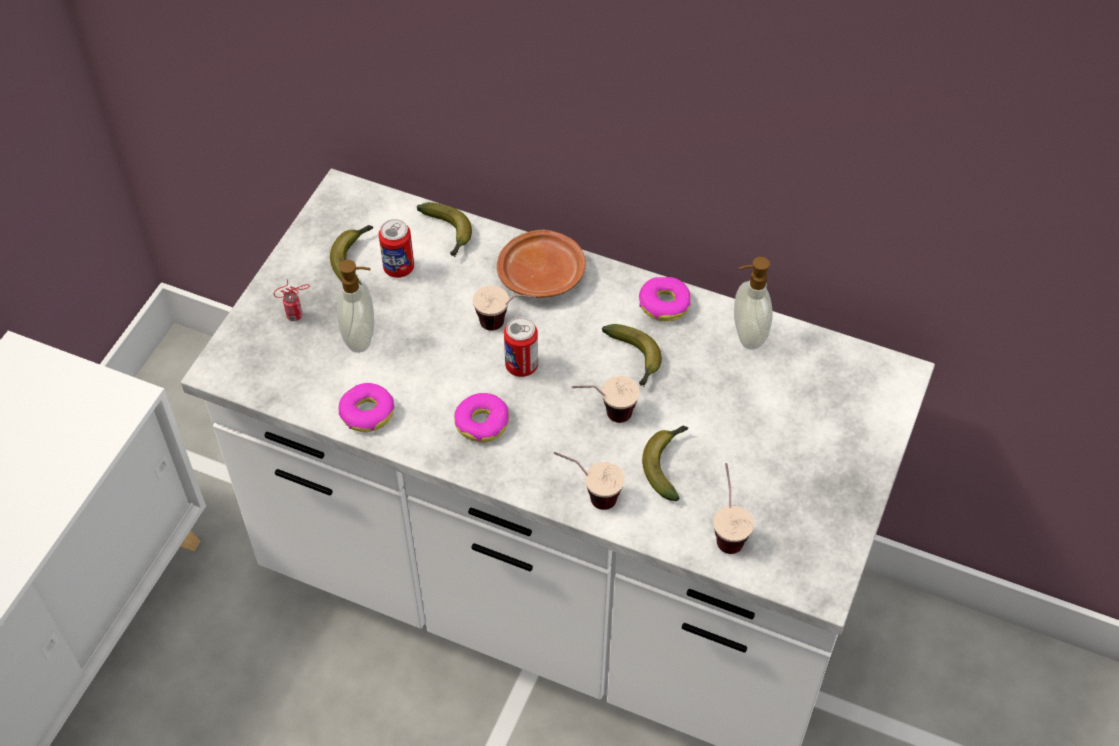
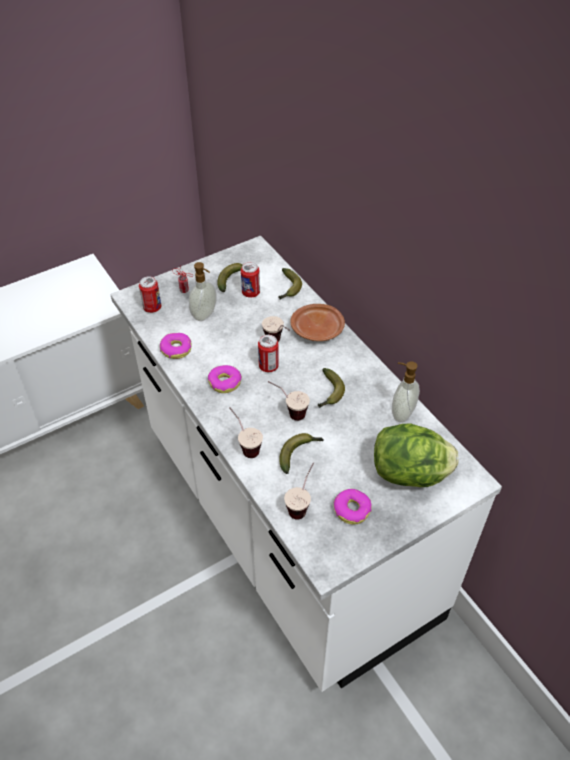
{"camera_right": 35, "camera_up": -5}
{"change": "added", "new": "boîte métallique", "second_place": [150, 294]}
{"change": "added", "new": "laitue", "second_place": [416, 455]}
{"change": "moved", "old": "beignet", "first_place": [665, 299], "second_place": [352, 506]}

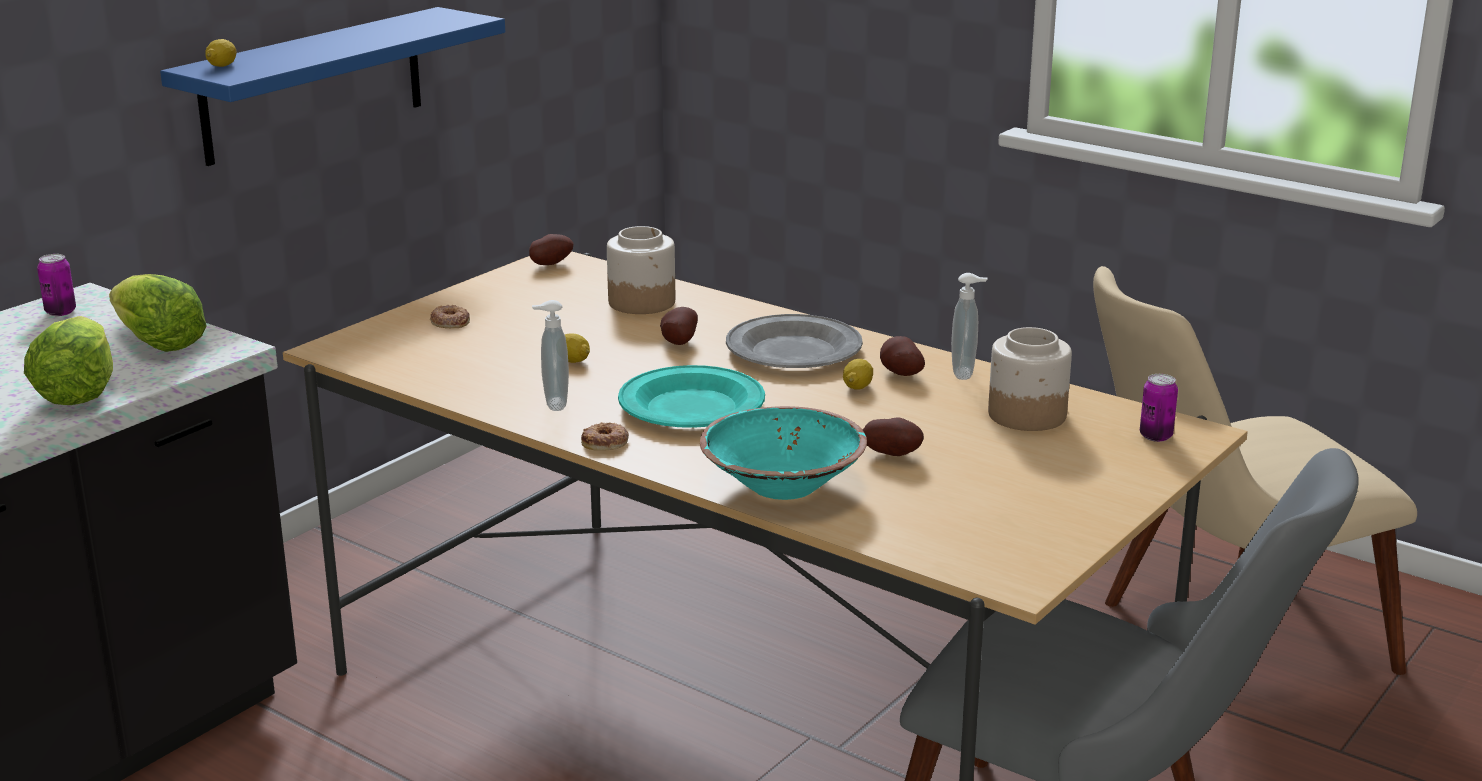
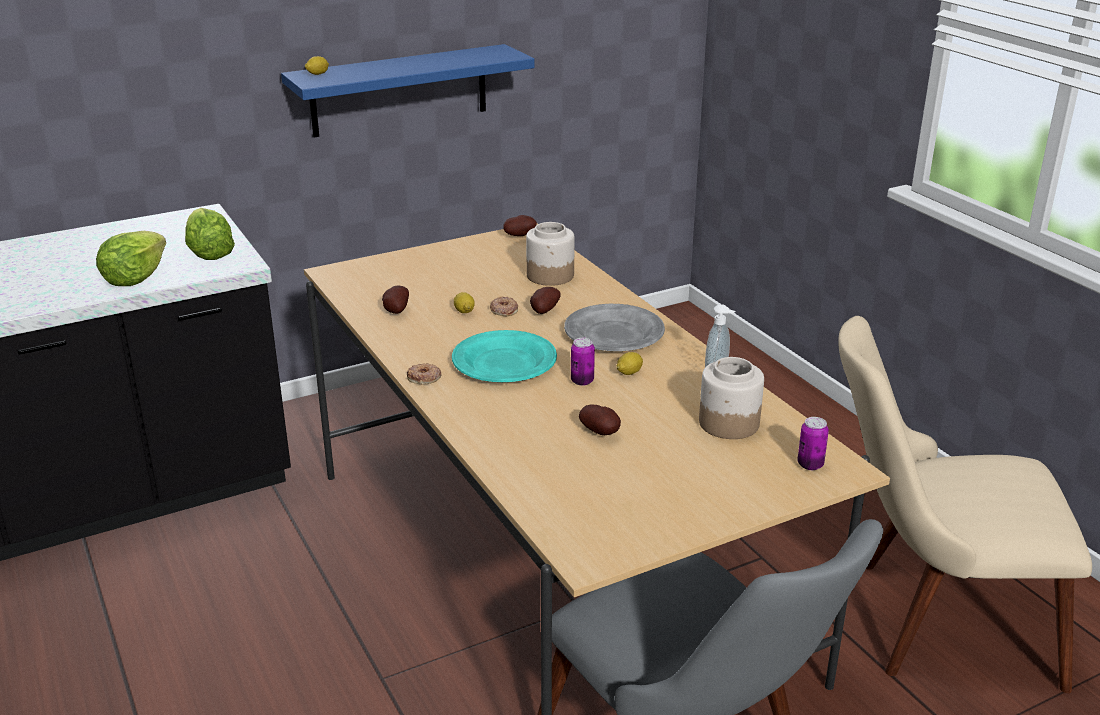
{"camera_right": 25, "camera_up": 5}
{"change": "removed", "old": "distributeur de savon", "first_place": [550, 355]}
{"change": "removed", "old": "bol [turquoise]", "first_place": [783, 453]}
{"change": "moved", "old": "boîte métallique", "first_place": [56, 285], "second_place": [583, 362]}
{"change": "moved", "old": "beignet", "first_place": [450, 316], "second_place": [504, 306]}
{"change": "moved", "old": "pomme de terre", "first_place": [902, 356], "second_place": [395, 300]}

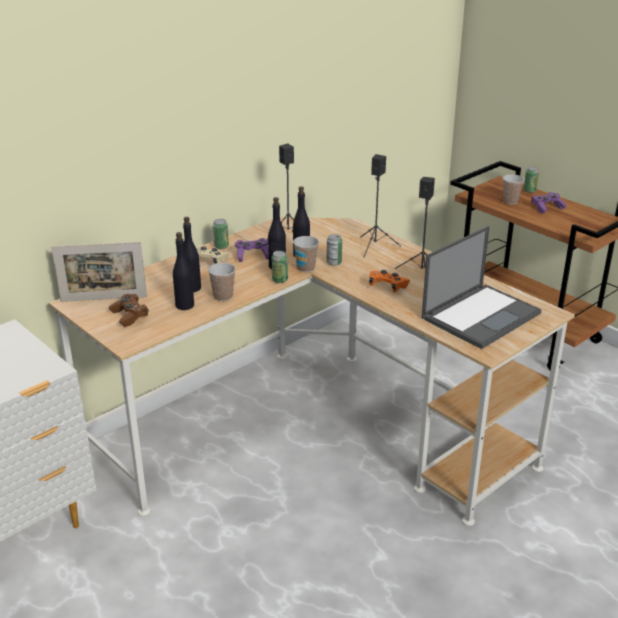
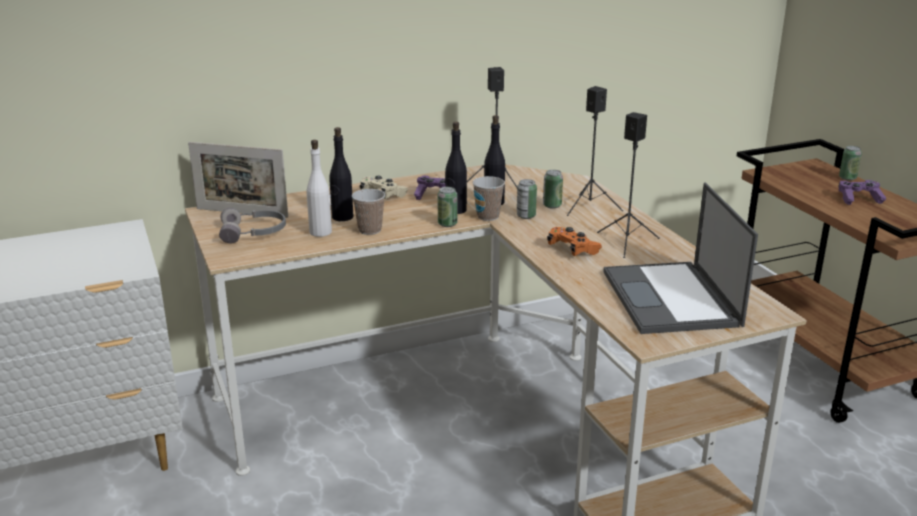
{"camera_right": 20, "camera_up": -5}
{"change": "removed", "old": "tasse", "first_place": [514, 189]}
{"change": "moved", "old": "boîte métallique", "first_place": [221, 234], "second_place": [553, 189]}
{"change": "replaced", "old": "manette [marron]", "new": "casque audio [gris]", "first_place": [128, 310], "second_place": [252, 225]}
{"change": "recoloured", "old": "bouteille [noir]", "new": "bouteille [blanc]", "first_place": [183, 271], "second_place": [319, 188]}
{"change": "turned", "old": "ordinateur portable", "first_place": [482, 287], "second_place": [680, 258], "degrees": 105}

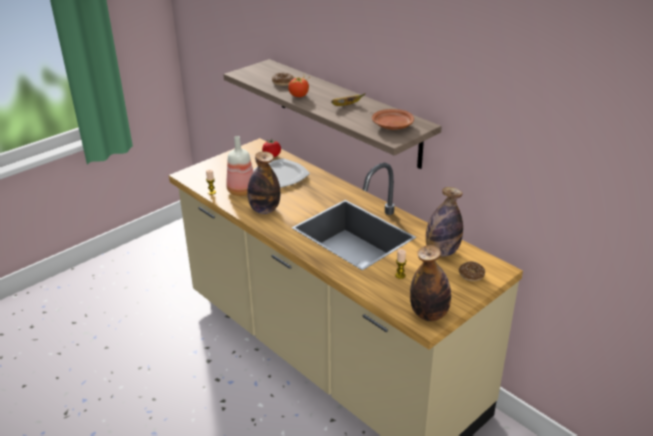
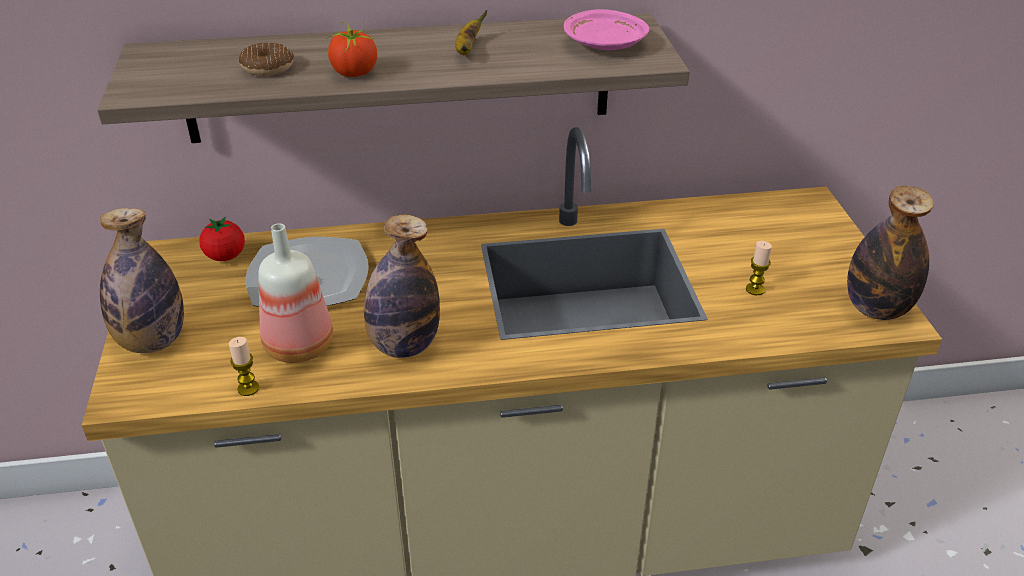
{"camera_right": -55, "camera_up": 5}
{"change": "removed", "old": "beignet", "first_place": [472, 271]}
{"change": "moved", "old": "bouteille", "first_place": [444, 222], "second_place": [142, 280]}
{"change": "recoloured", "old": "assiette [marron]", "new": "assiette [rose]", "first_place": [393, 119], "second_place": [606, 29]}

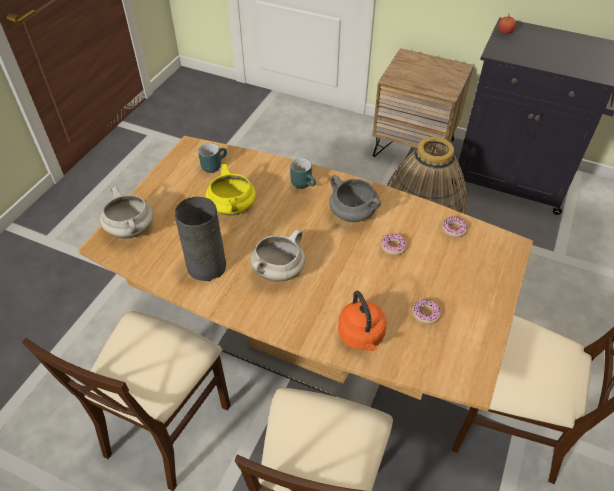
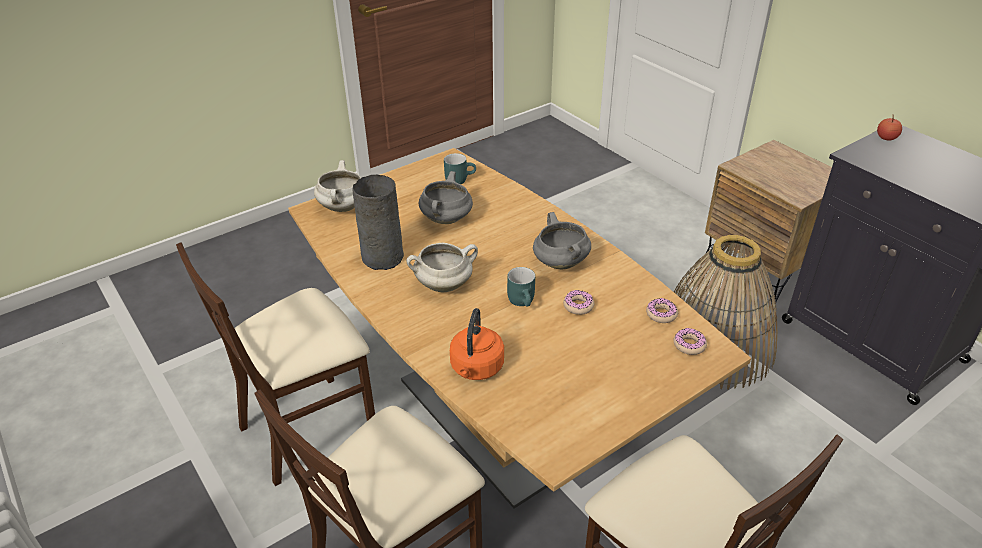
{"camera_right": 30, "camera_up": -10}
{"change": "moved", "old": "mug [turquoise]", "first_place": [303, 173], "second_place": [521, 287]}
{"change": "moved", "old": "beignet", "first_place": [426, 311], "second_place": [690, 341]}
{"change": "recoloured", "old": "marmite [jaune]", "new": "marmite [gris]", "first_place": [230, 189], "second_place": [446, 197]}

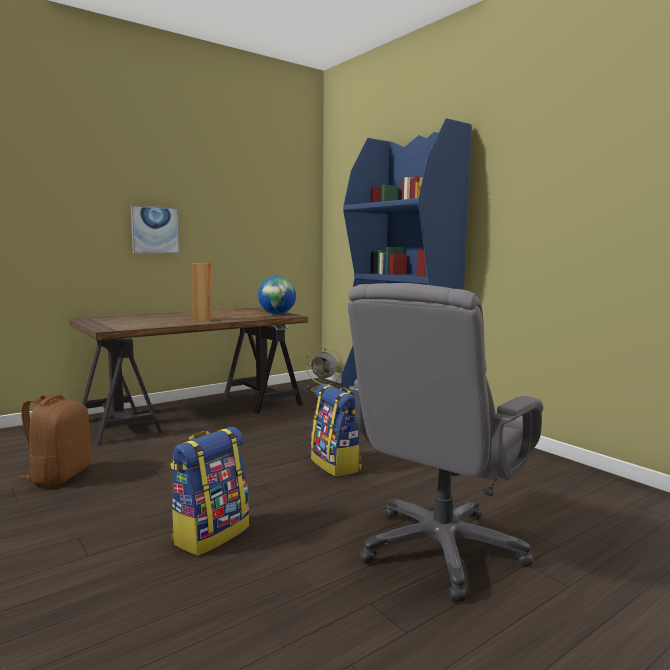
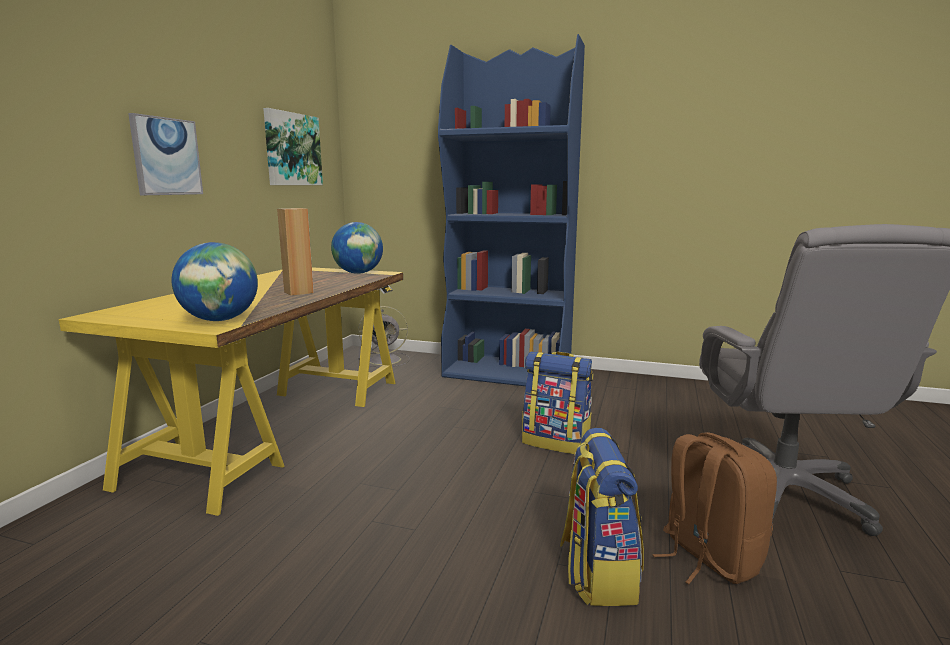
{"camera_right": -35, "camera_up": 5}
{"change": "added", "new": "globe", "second_place": [215, 281]}
{"change": "added", "new": "tableau", "second_place": [293, 146]}
{"change": "moved", "old": "sac à dos [marron]", "first_place": [54, 440], "second_place": [715, 508]}
{"change": "recoloured", "old": "bureau [marron]", "new": "bureau [jaune]", "first_place": [188, 376], "second_place": [231, 391]}

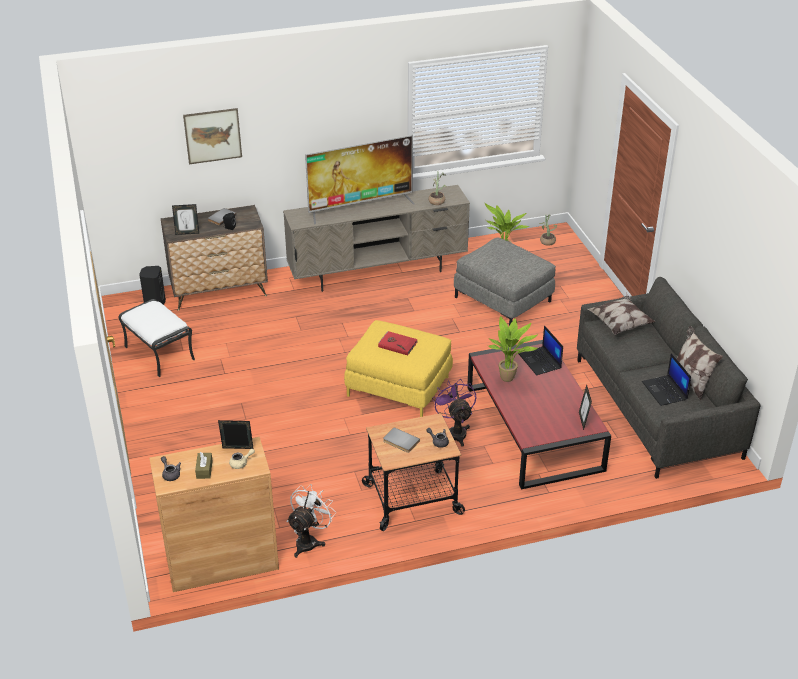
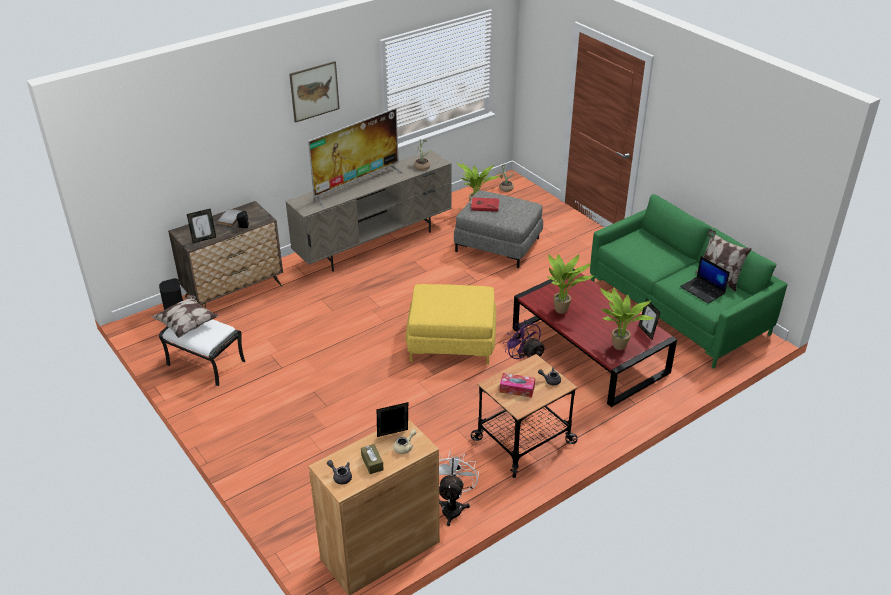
{"camera_right": -20, "camera_up": 0}
{"change": "removed", "old": "ordinateur portable", "first_place": [541, 350]}
{"change": "added", "new": "plante en pot", "second_place": [627, 319]}
{"change": "moved", "old": "tableau", "first_place": [212, 136], "second_place": [314, 92]}
{"change": "moved", "old": "livre [rouge]", "first_place": [398, 343], "second_place": [485, 204]}
{"change": "moved", "old": "coussin", "first_place": [621, 315], "second_place": [185, 316]}
{"change": "replaced", "old": "livre [gris]", "new": "boîte à mouchoirs", "first_place": [401, 440], "second_place": [517, 385]}
{"change": "recoloured", "old": "canapé [gris]", "new": "canapé [vert]", "first_place": [669, 378], "second_place": [689, 281]}

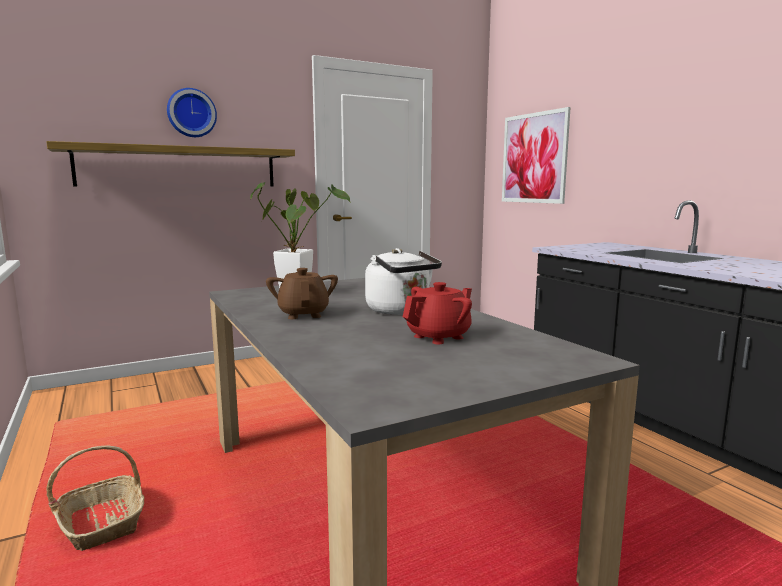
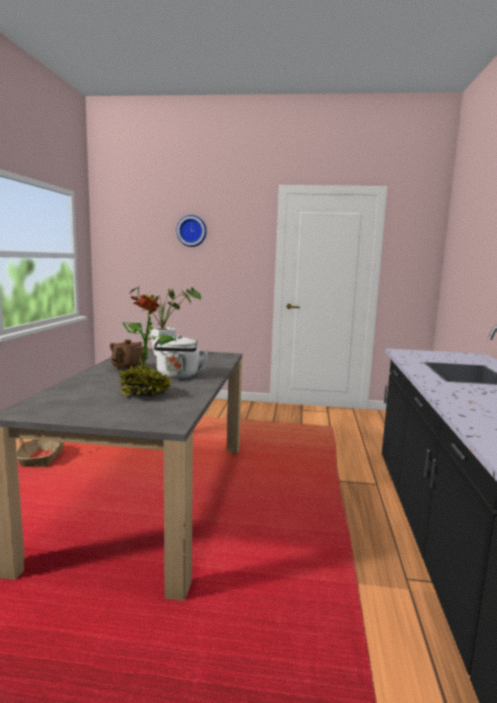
{"camera_right": 35, "camera_up": 0}
{"change": "removed", "old": "étagère", "first_place": [170, 163]}
{"change": "removed", "old": "tableau", "first_place": [536, 155]}
{"change": "replaced", "old": "théière [rouge]", "new": "plante en pot", "first_place": [437, 313], "second_place": [147, 345]}

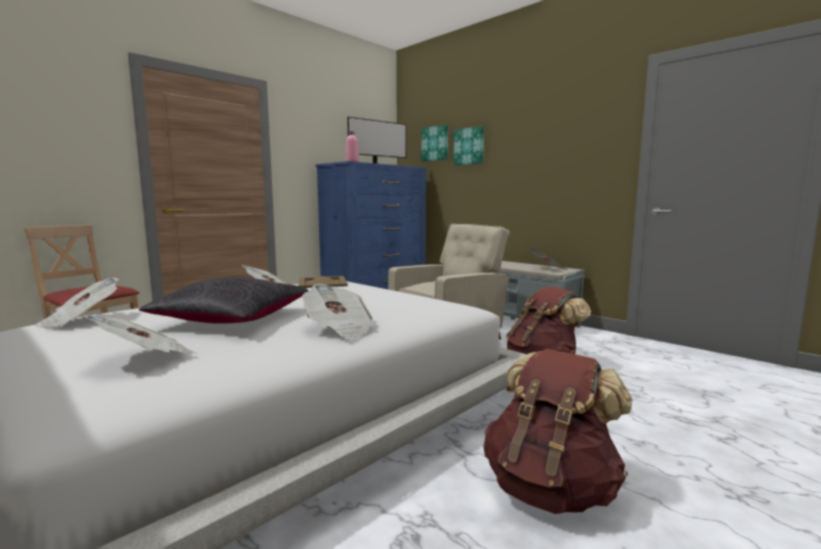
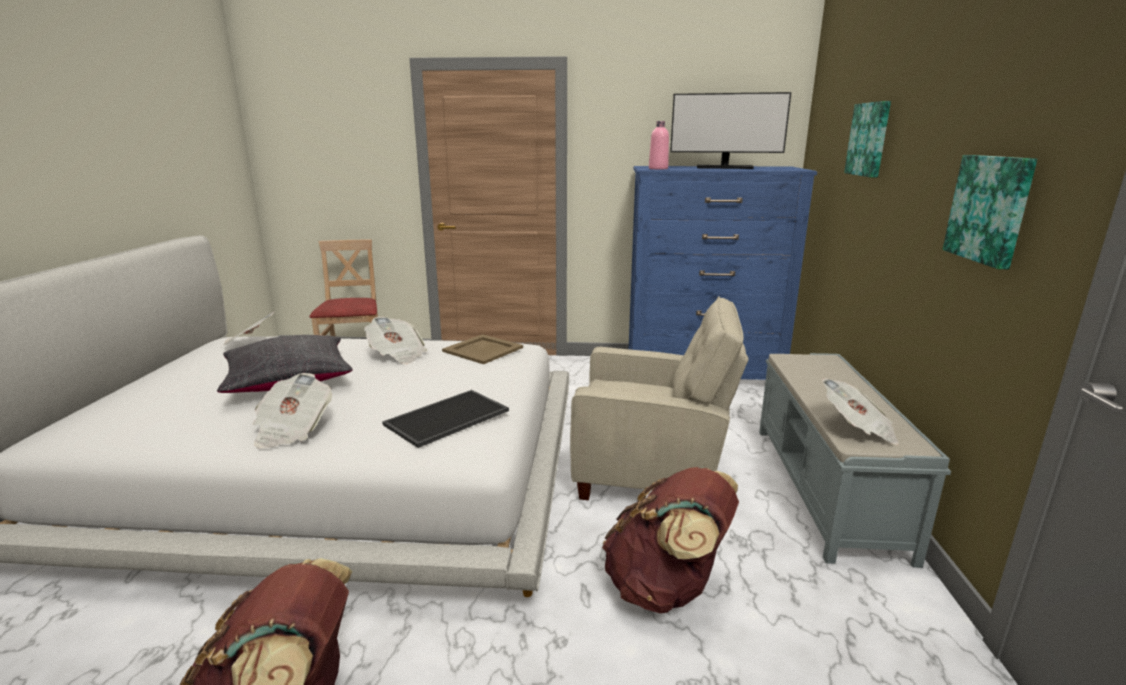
{"camera_right": 50, "camera_up": 10}
{"change": "removed", "old": "journal", "first_place": [140, 334]}
{"change": "added", "new": "plateau", "second_place": [445, 419]}
{"change": "moved", "old": "tableau", "first_place": [434, 143], "second_place": [990, 212]}

